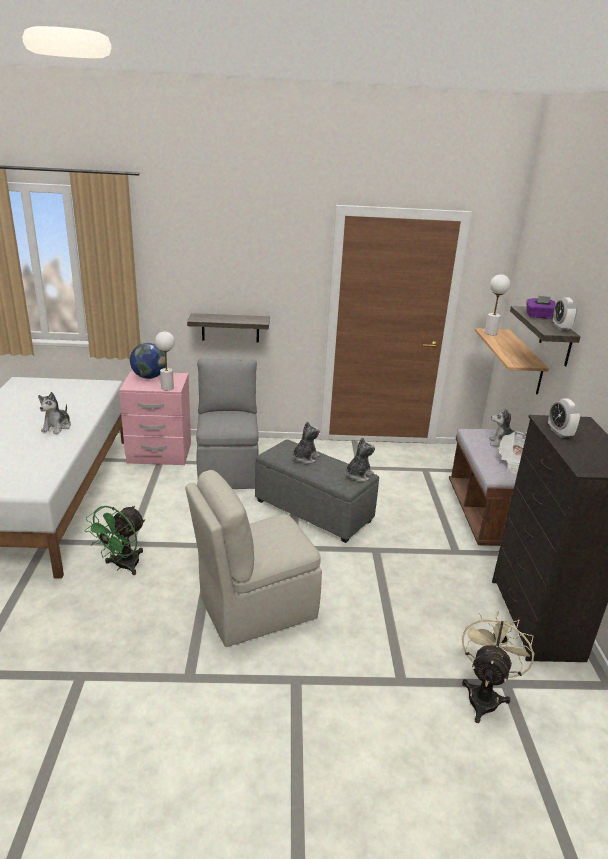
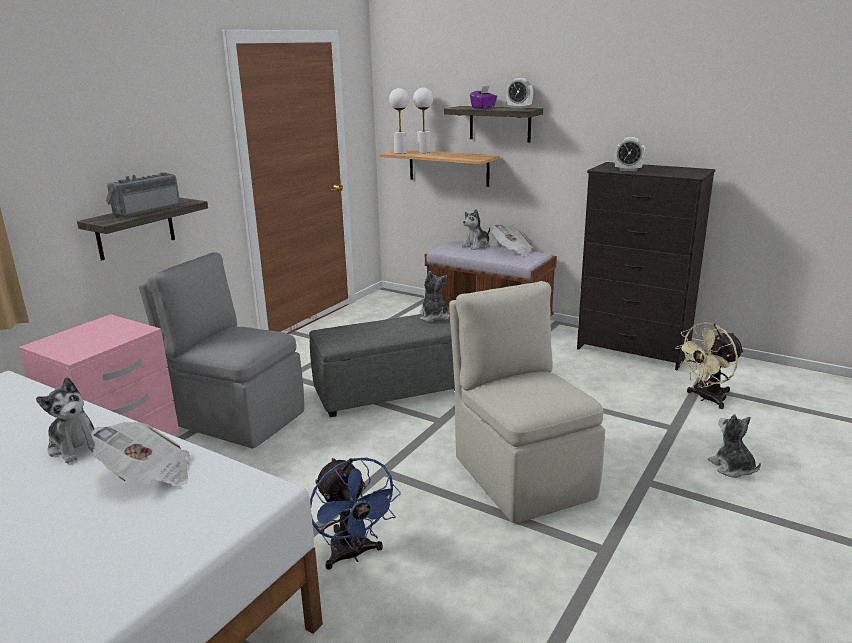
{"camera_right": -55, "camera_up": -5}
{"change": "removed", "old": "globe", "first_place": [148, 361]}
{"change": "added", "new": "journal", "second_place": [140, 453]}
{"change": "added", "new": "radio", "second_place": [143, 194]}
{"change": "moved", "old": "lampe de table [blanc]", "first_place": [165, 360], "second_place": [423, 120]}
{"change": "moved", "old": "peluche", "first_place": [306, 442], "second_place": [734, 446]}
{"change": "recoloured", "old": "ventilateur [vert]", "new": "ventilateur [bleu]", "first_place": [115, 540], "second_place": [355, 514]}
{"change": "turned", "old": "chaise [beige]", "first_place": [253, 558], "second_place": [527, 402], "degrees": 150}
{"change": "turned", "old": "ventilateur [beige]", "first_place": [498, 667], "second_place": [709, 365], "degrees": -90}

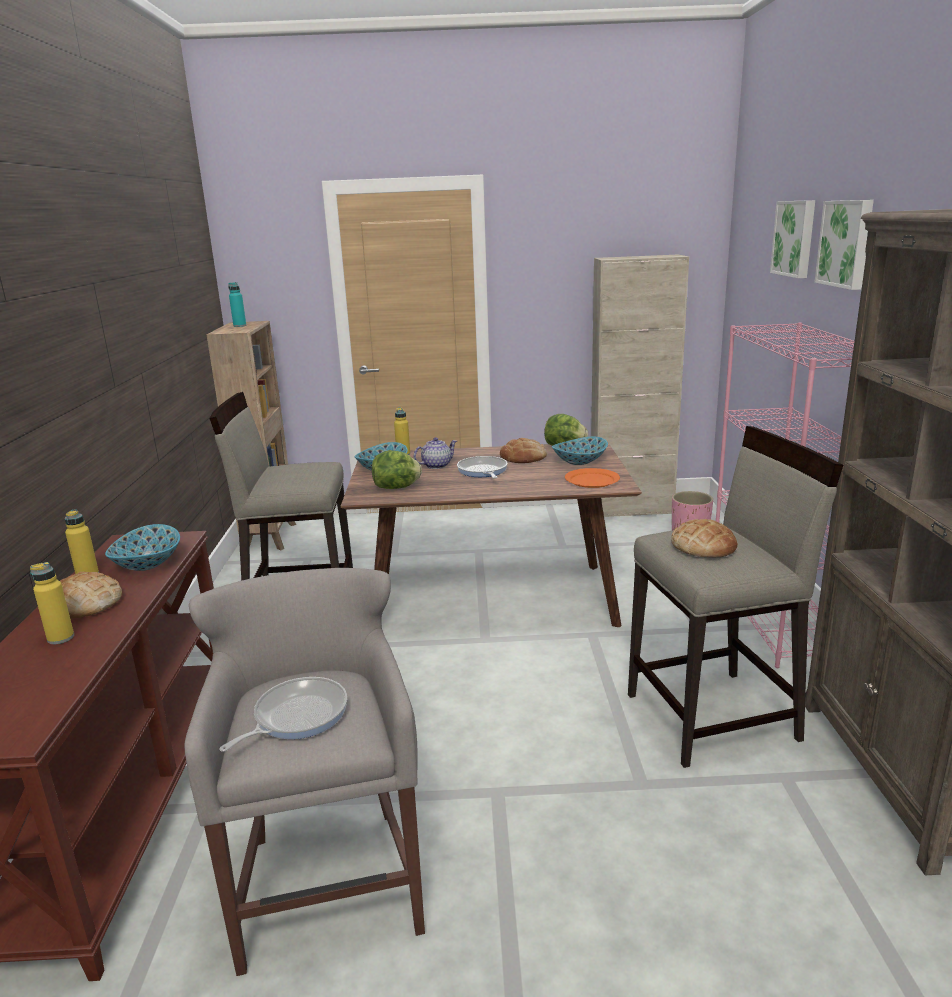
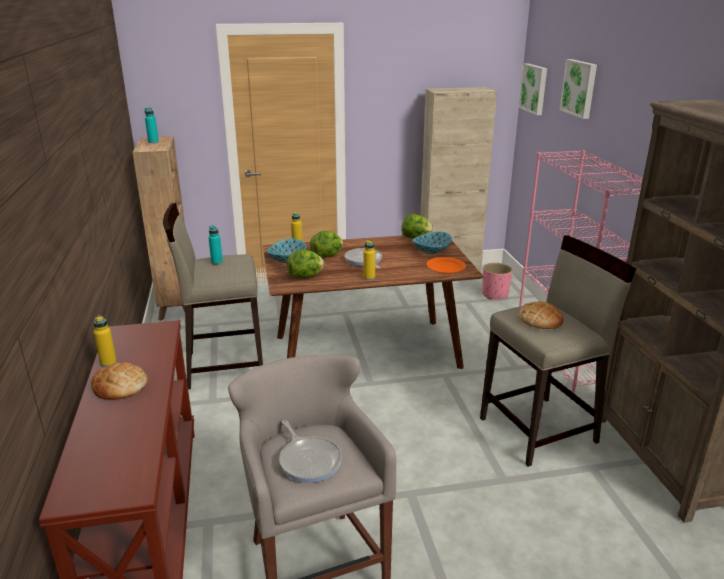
{"camera_right": -10, "camera_up": 5}
{"change": "removed", "old": "bol", "first_place": [142, 547]}
{"change": "removed", "old": "pain", "first_place": [523, 450]}
{"change": "added", "new": "bouteille [turquoise]", "second_place": [216, 245]}
{"change": "moved", "old": "bouteille [jaune]", "first_place": [52, 603], "second_place": [370, 260]}
{"change": "moved", "old": "tableau", "first_place": [844, 245], "second_place": [533, 89]}
{"change": "replaced", "old": "théière", "new": "laitue", "first_place": [435, 453], "second_place": [326, 244]}
{"change": "turned", "old": "poêle", "first_place": [283, 714], "second_place": [310, 451], "degrees": 120}

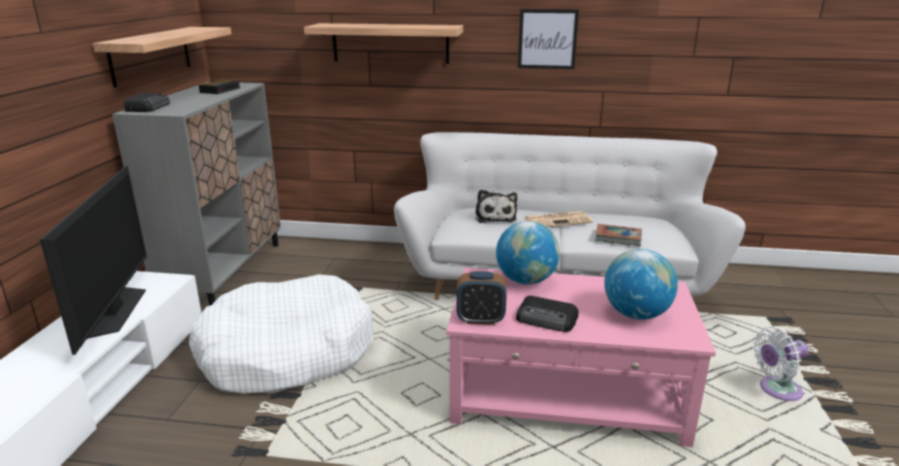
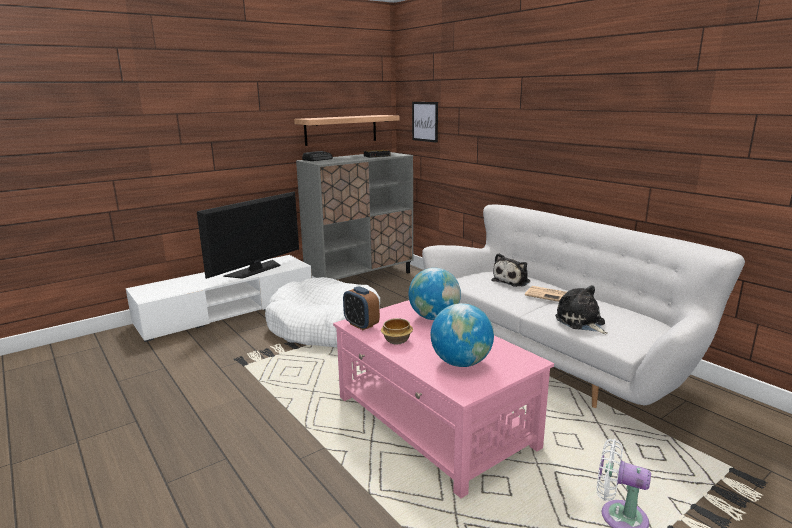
{"camera_right": 45, "camera_up": -5}
{"change": "removed", "old": "étagère", "first_place": [383, 43]}
{"change": "moved", "old": "tableau", "first_place": [548, 39], "second_place": [425, 122]}
{"change": "replaced", "old": "radio", "new": "bol", "first_place": [547, 314], "second_place": [397, 331]}
{"change": "replaced", "old": "livre", "new": "peluche", "first_place": [618, 235], "second_place": [581, 309]}

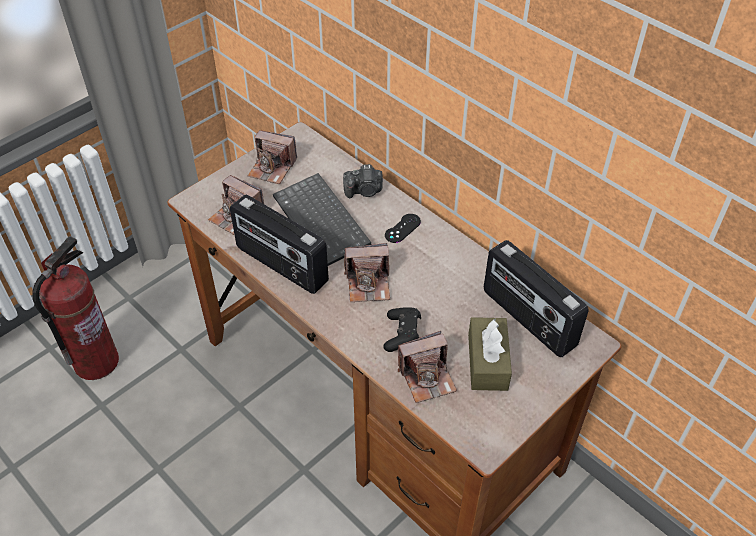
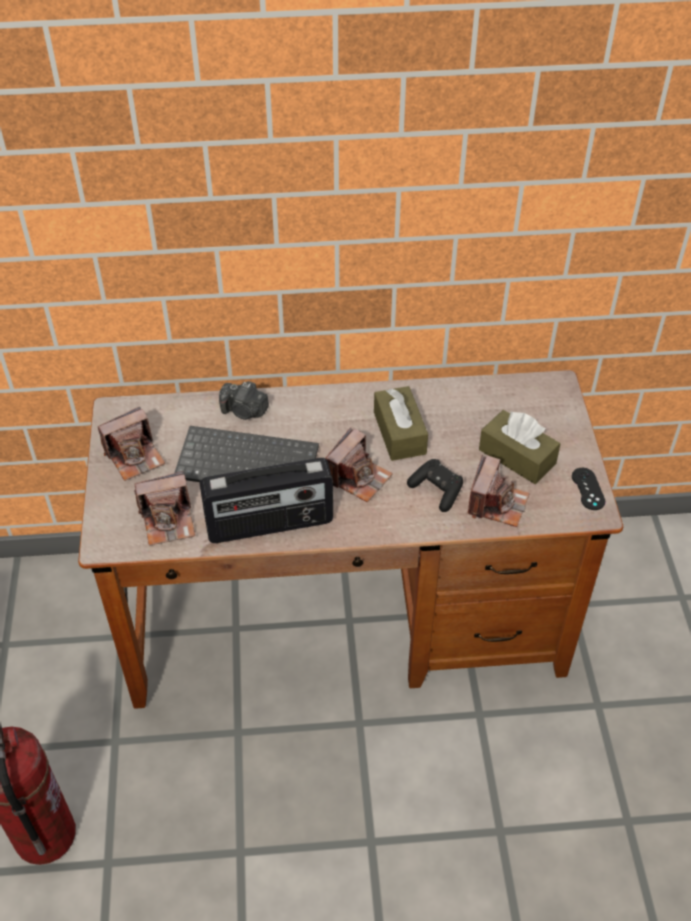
{"camera_right": -50, "camera_up": 0}
{"change": "removed", "old": "radio", "first_place": [536, 298]}
{"change": "added", "new": "boîte à mouchoirs [marron]", "second_place": [401, 423]}
{"change": "moved", "old": "manette [noir]", "first_place": [403, 228], "second_place": [589, 489]}
{"change": "turned", "old": "appareil photo", "first_place": [363, 181], "second_place": [244, 400], "degrees": 75}

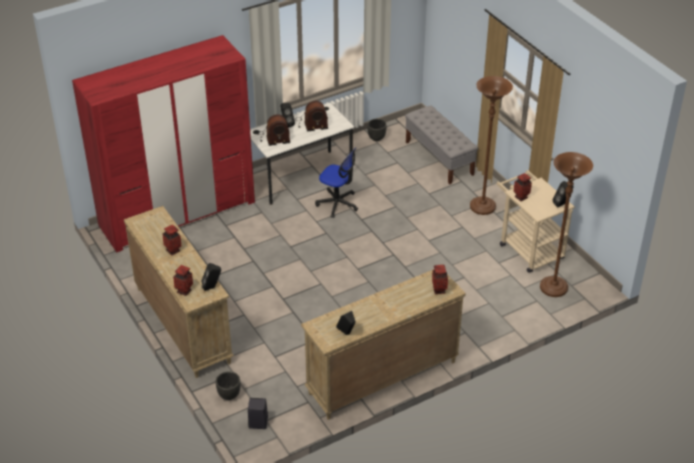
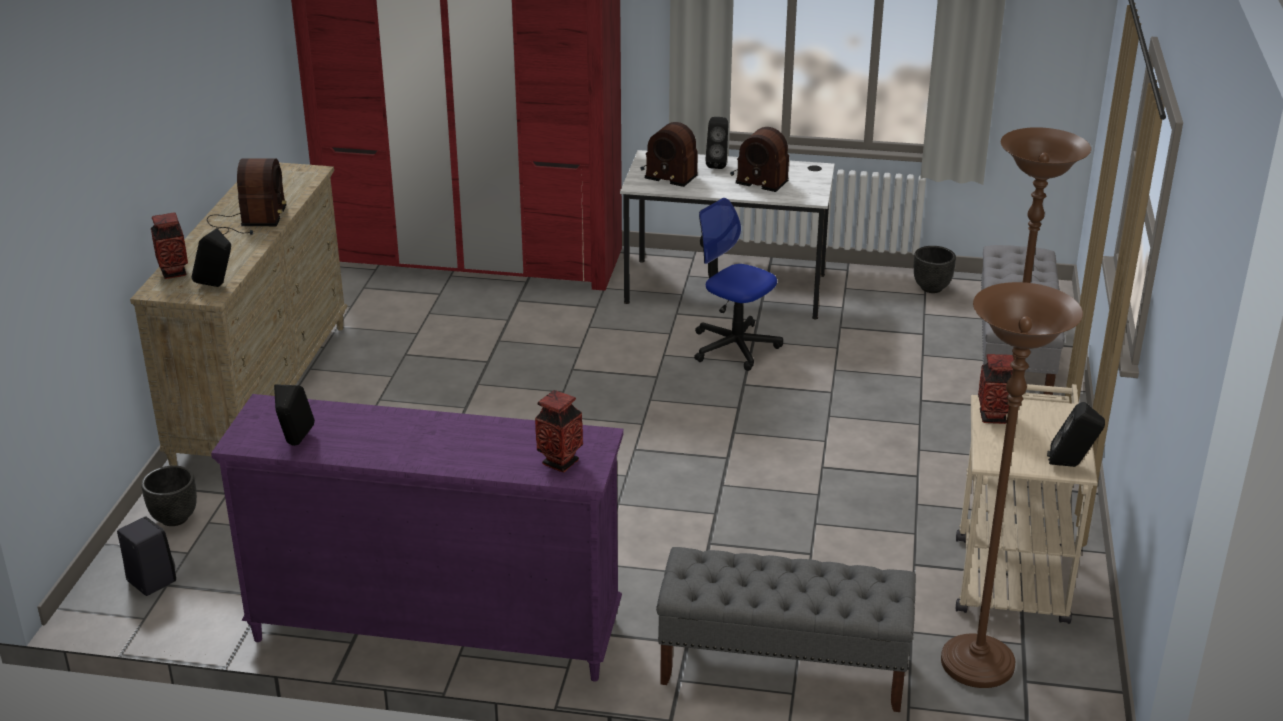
{"camera_right": 40, "camera_up": -10}
{"change": "added", "new": "banc [gris]", "second_place": [786, 629]}
{"change": "replaced", "old": "vase", "new": "radio", "first_place": [172, 240], "second_place": [247, 196]}
{"change": "recoloured", "old": "commode [beige]", "new": "commode [violet]", "first_place": [383, 344], "second_place": [417, 538]}
{"change": "turned", "old": "chaise de bureau", "first_place": [336, 183], "second_place": [738, 284], "degrees": 150}

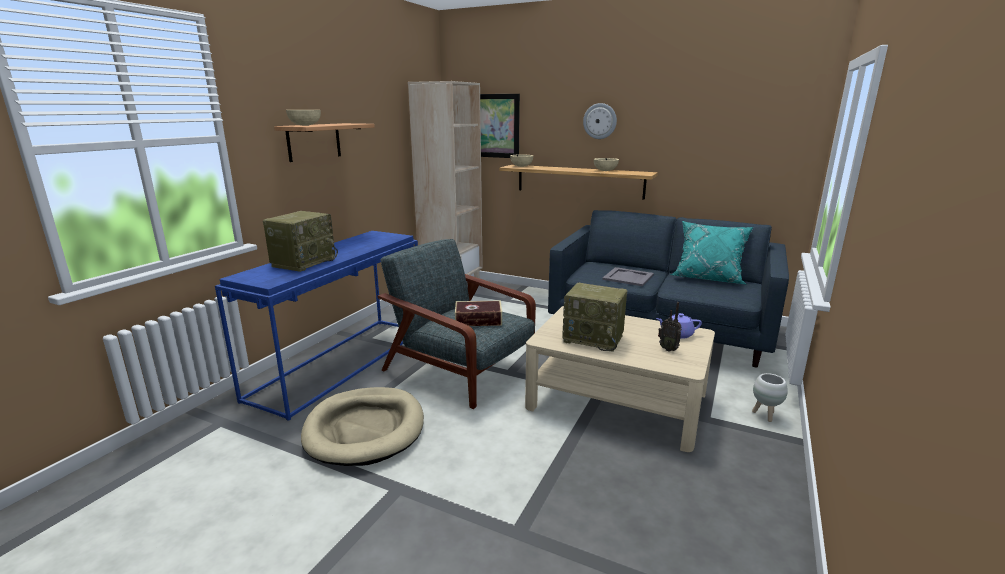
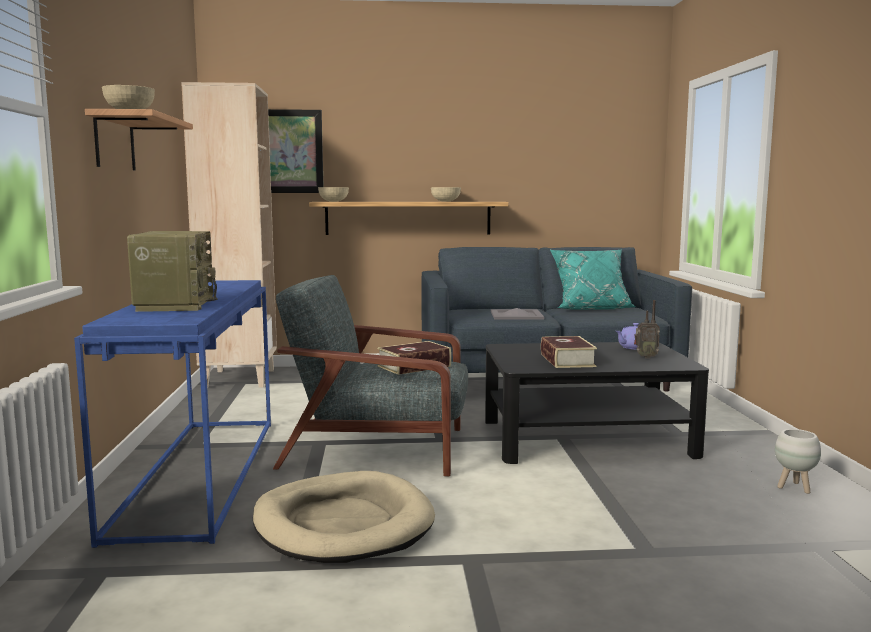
{"camera_right": -30, "camera_up": -10}
{"change": "removed", "old": "horloge murale", "first_place": [600, 121]}
{"change": "moved", "old": "cache-pot [blanc]", "first_place": [770, 397], "second_place": [798, 461]}
{"change": "replaced", "old": "radio", "new": "livre", "first_place": [594, 317], "second_place": [569, 352]}
{"change": "recoloured", "old": "table basse [beige]", "new": "table basse [noir]", "first_place": [620, 379], "second_place": [597, 403]}

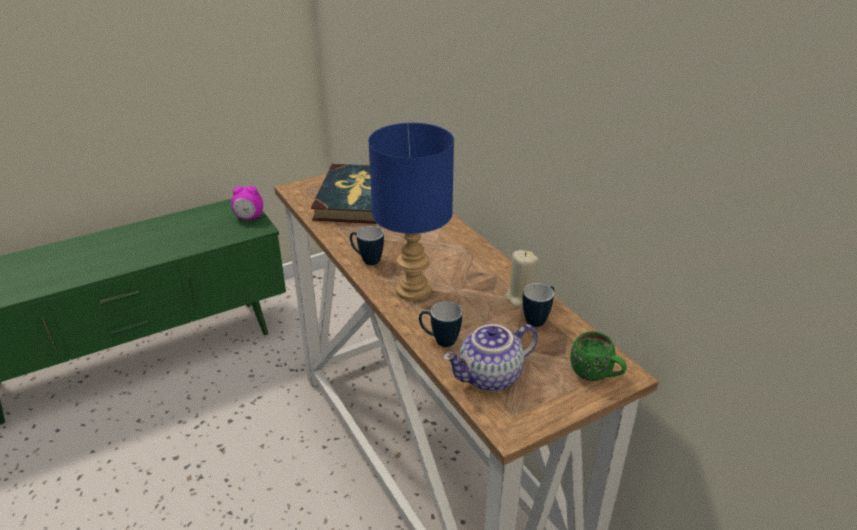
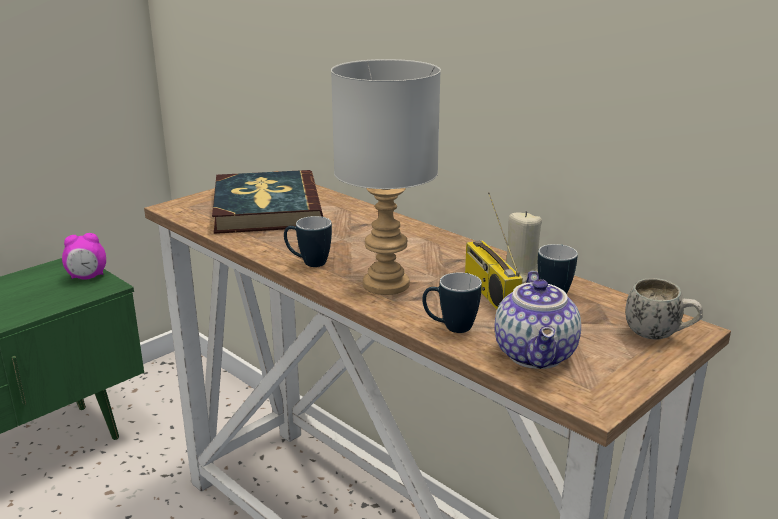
{"camera_right": -15, "camera_up": -10}
{"change": "added", "new": "radio", "second_place": [494, 251]}
{"change": "recoloured", "old": "lampe de table [bleu]", "new": "lampe de table [gris]", "first_place": [411, 212], "second_place": [386, 177]}
{"change": "recoloured", "old": "mug [vert]", "new": "mug [blanc]", "first_place": [598, 356], "second_place": [664, 309]}
{"change": "turned", "old": "théière", "first_place": [490, 358], "second_place": [537, 320], "degrees": -45}

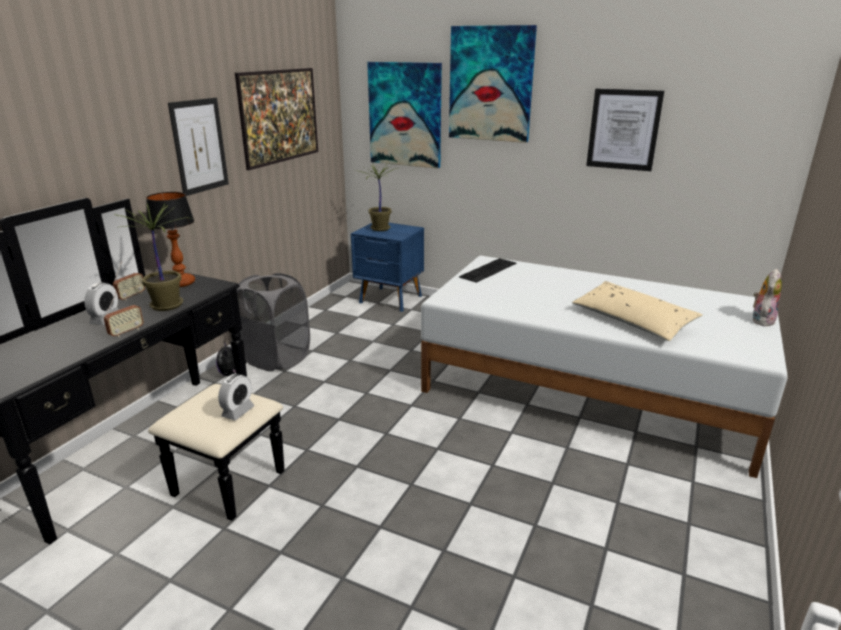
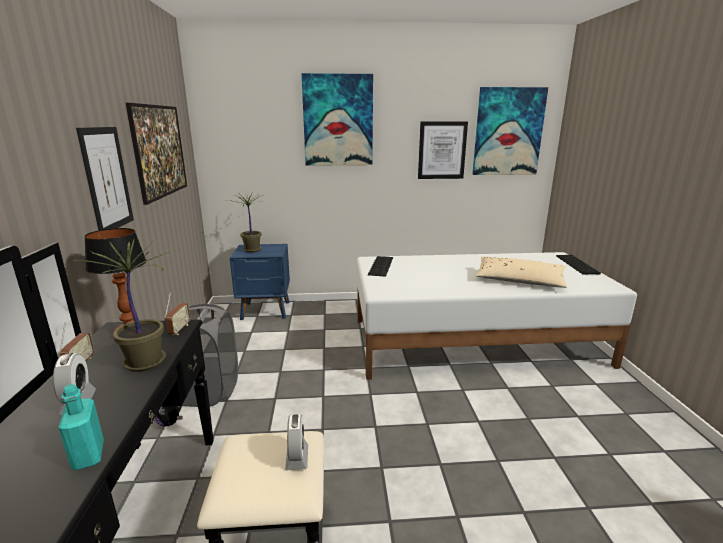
{"camera_right": -30, "camera_up": -5}
{"change": "added", "new": "bouteille [turquoise]", "second_place": [81, 427]}
{"change": "moved", "old": "radio", "first_place": [124, 314], "second_place": [177, 313]}
{"change": "moved", "old": "tableau", "first_place": [404, 115], "second_place": [510, 131]}
{"change": "replaced", "old": "peluche", "new": "clavier", "first_place": [767, 297], "second_place": [578, 265]}

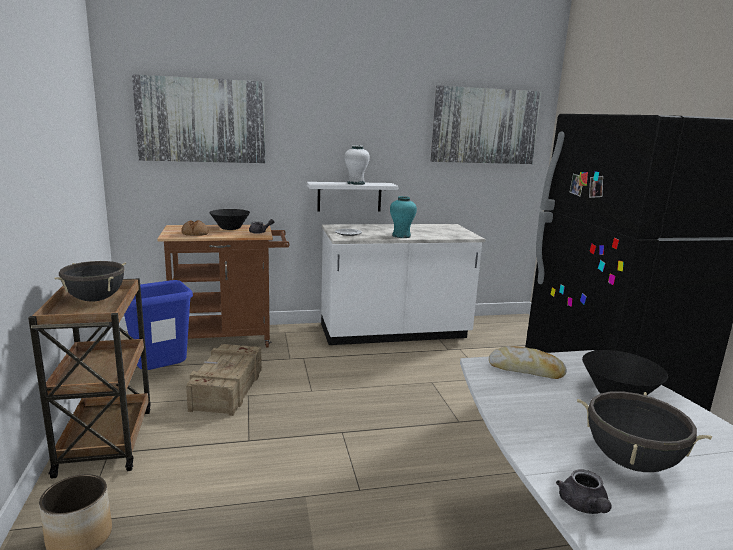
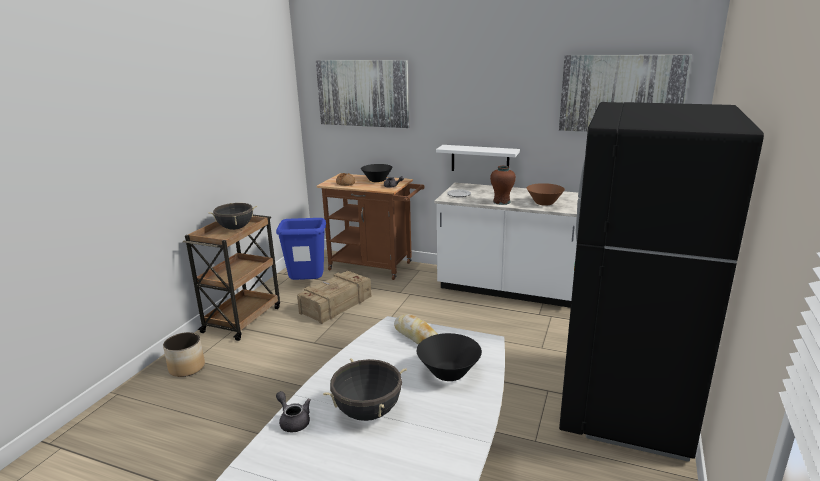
{"camera_right": 35, "camera_up": 5}
{"change": "removed", "old": "vase [blanc]", "first_place": [357, 165]}
{"change": "added", "new": "bol [marron]", "second_place": [546, 194]}
{"change": "recoloured", "old": "vase [turquoise]", "new": "vase [marron]", "first_place": [403, 217], "second_place": [503, 185]}
{"change": "turned", "old": "théière [gris]", "first_place": [584, 491], "second_place": [293, 412], "degrees": 105}

